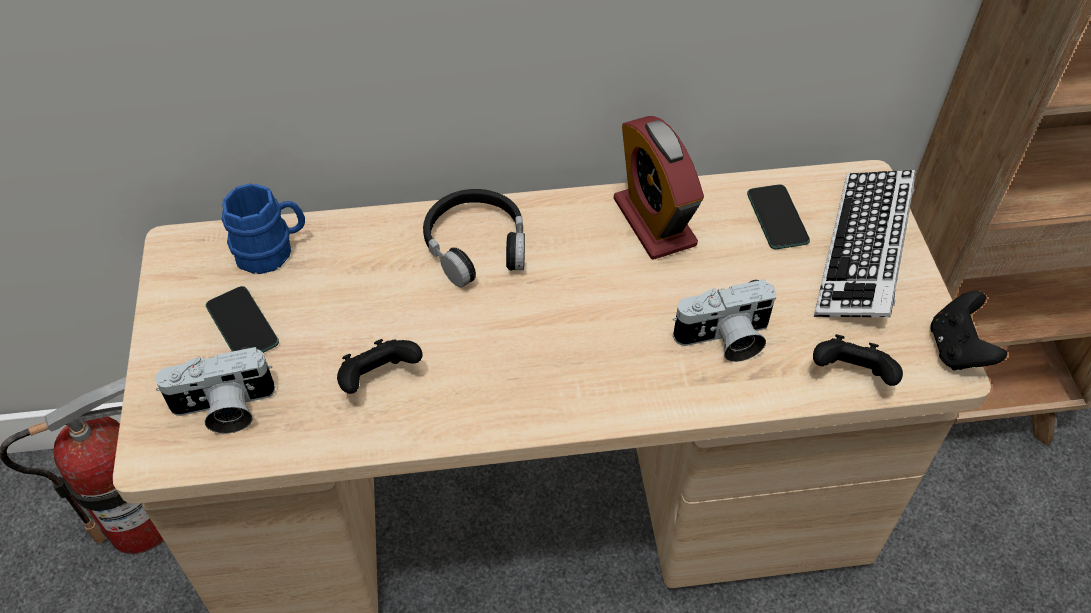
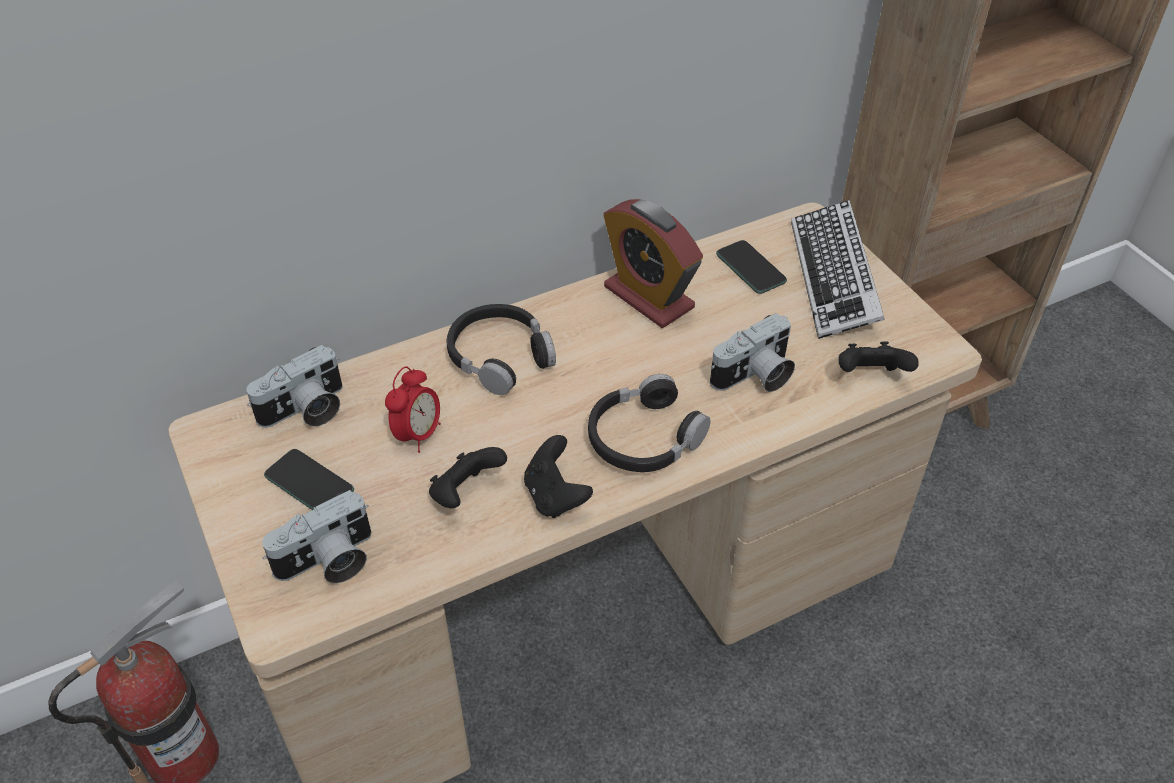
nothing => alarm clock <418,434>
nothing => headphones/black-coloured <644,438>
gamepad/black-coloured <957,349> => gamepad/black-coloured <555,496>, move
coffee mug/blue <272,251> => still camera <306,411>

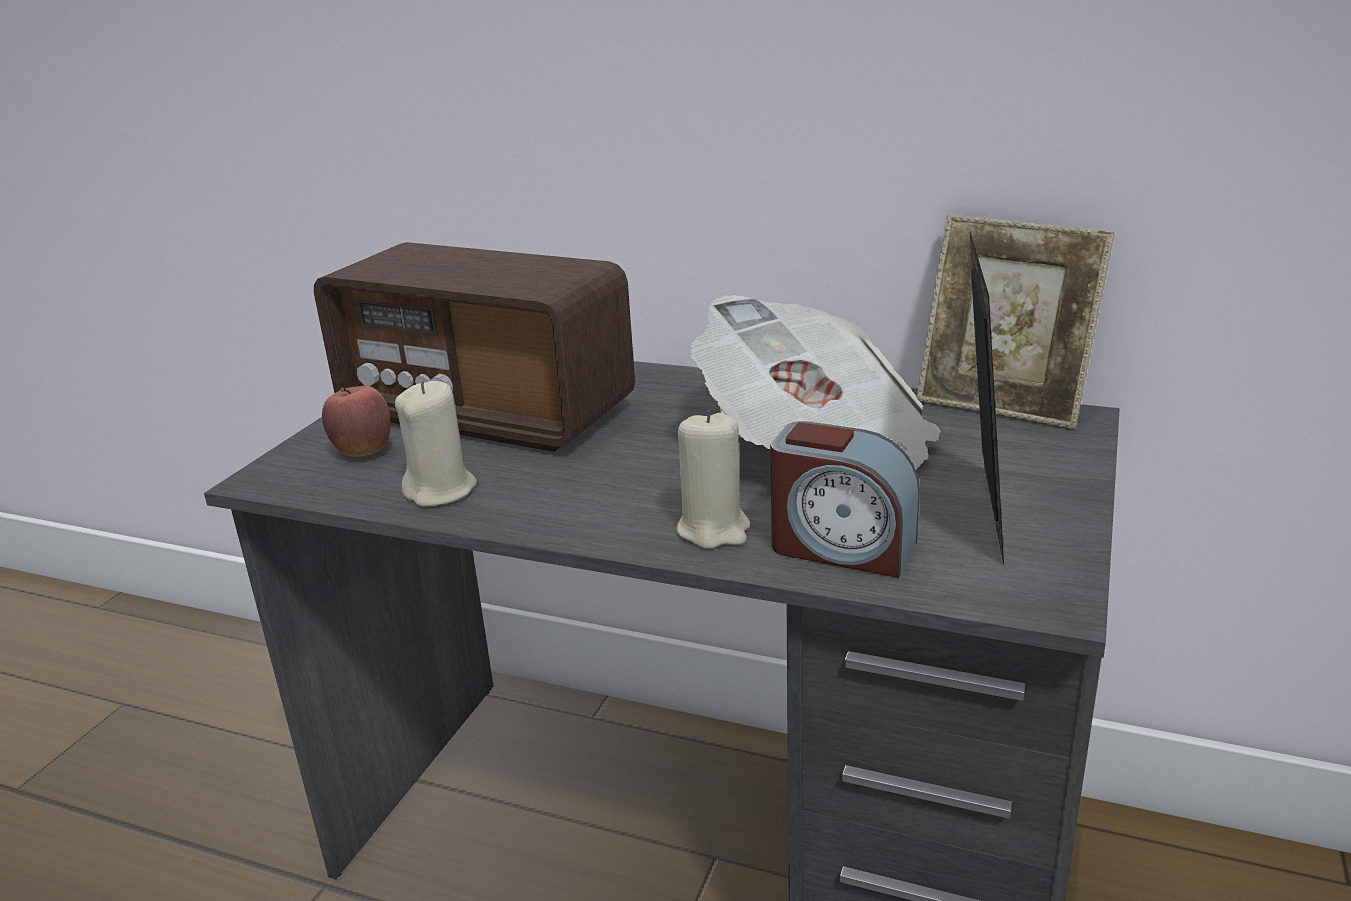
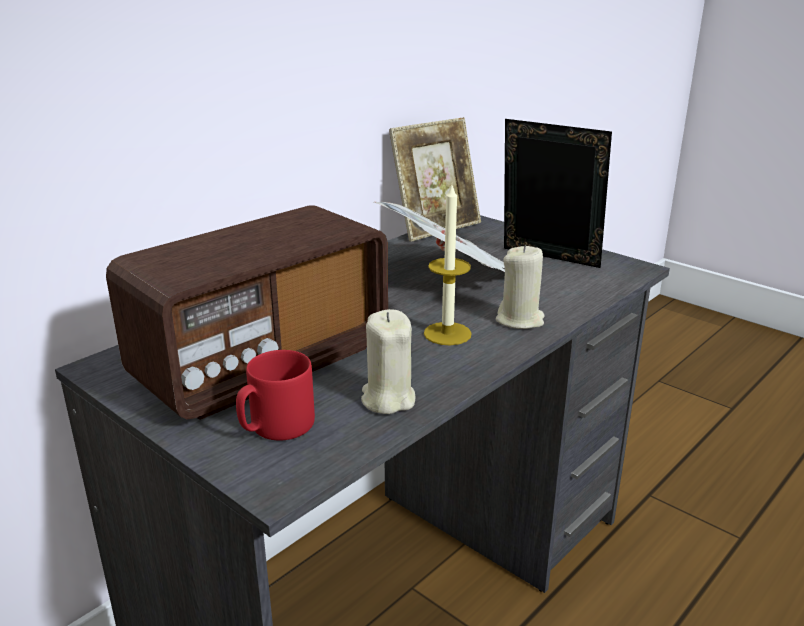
alarm clock <841,547> => nothing
nothing => wax candle <447,333>
whole apple <364,452> => coffee mug/red <276,427>

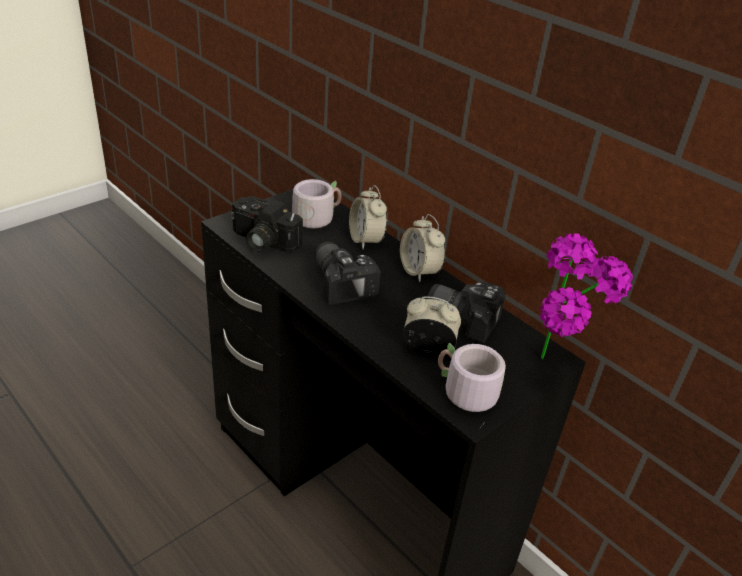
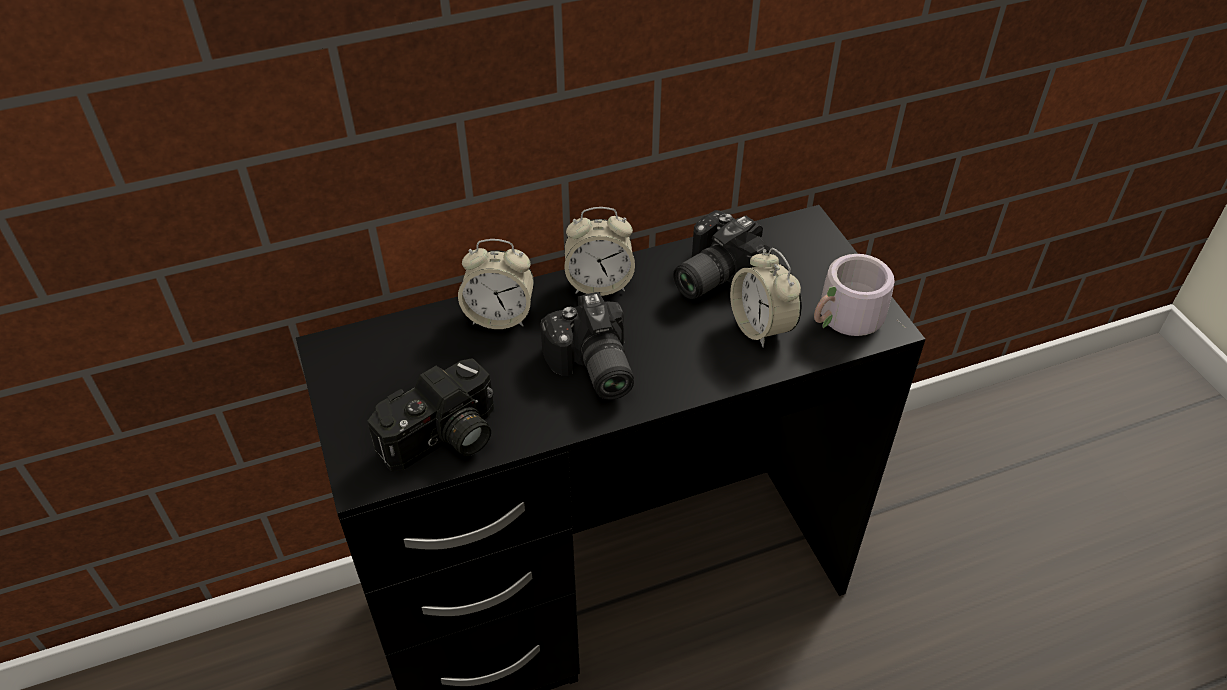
coffee mug/greyish <315,217> => nothing
plant in a pot <557,367> => nothing
still camera <343,281> => still camera <591,369>, 105 degrees counterclockwise
alarm clock <428,349> => alarm clock <761,327>, 60 degrees counterclockwise

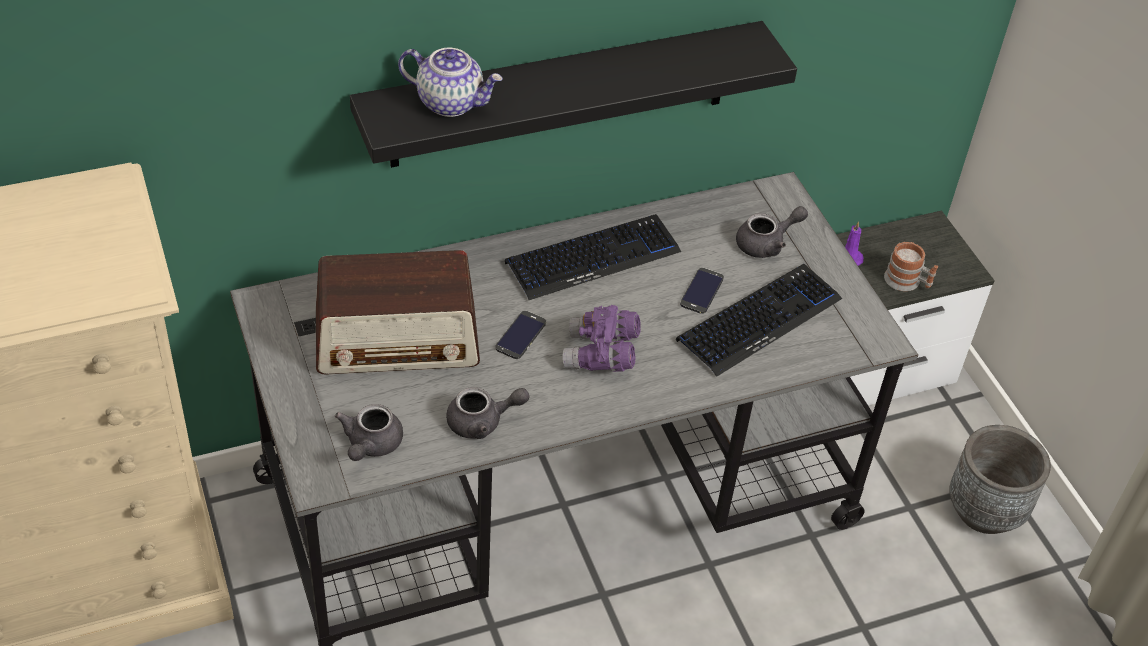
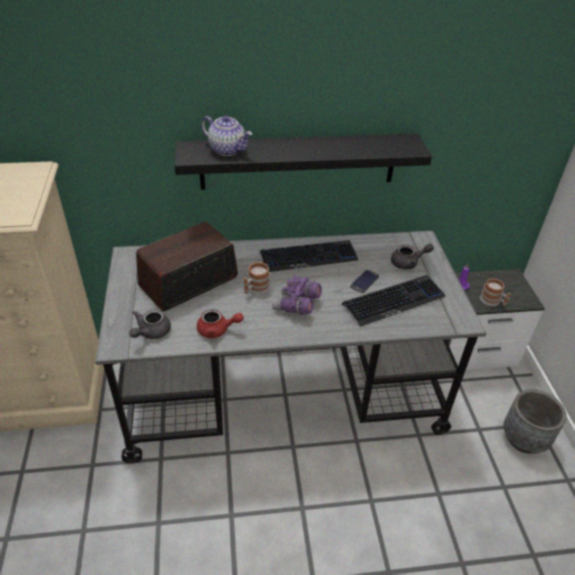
handset <521,335> => coffee mug <255,289>
tea pot/greyish <482,422> => tea pot/red <217,330>
radio receiver <398,340> => radio receiver <188,282>, 135 degrees clockwise

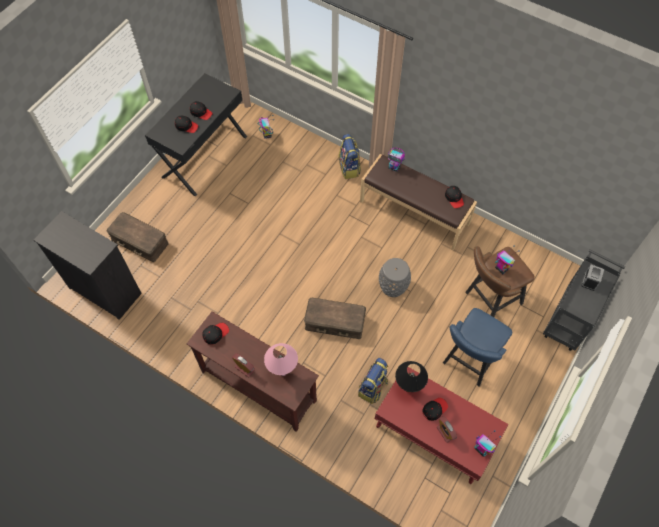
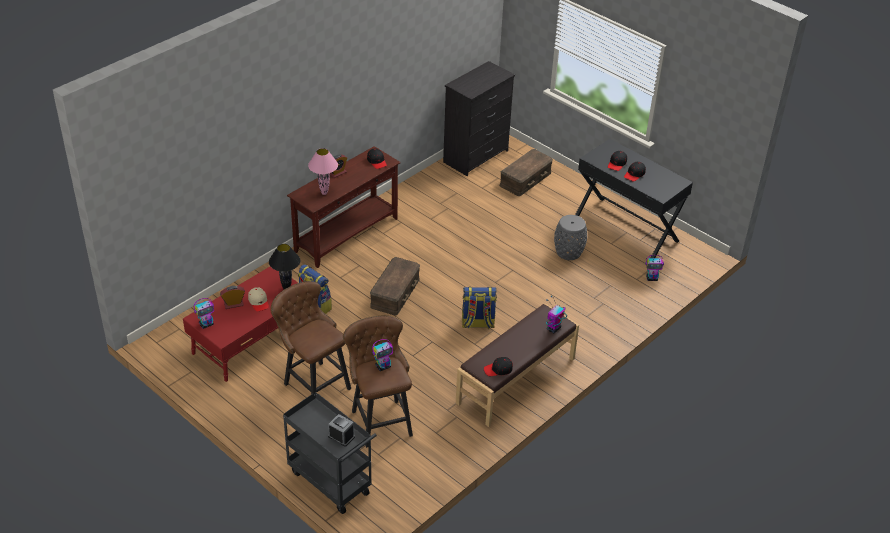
rucksack <349,168> => rucksack <477,323>, move
stool seat/greyish <393,287> => stool seat/greyish <568,252>, move
peaked cap/black-coloured <434,409> => peaked cap/beige-coloured <259,302>
stool seat/blue <468,363> => stool seat/brown <312,382>

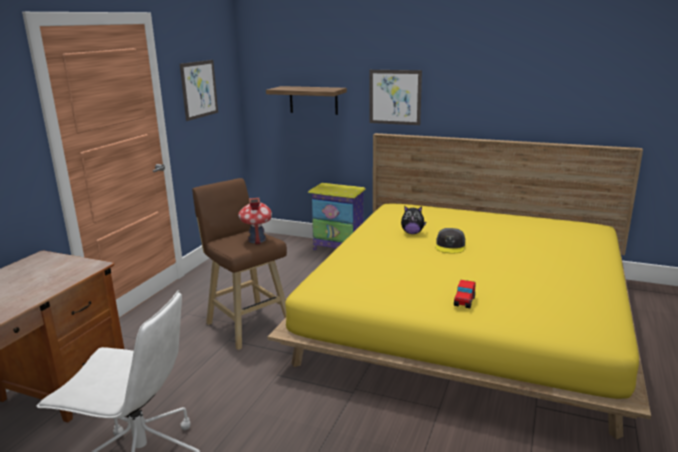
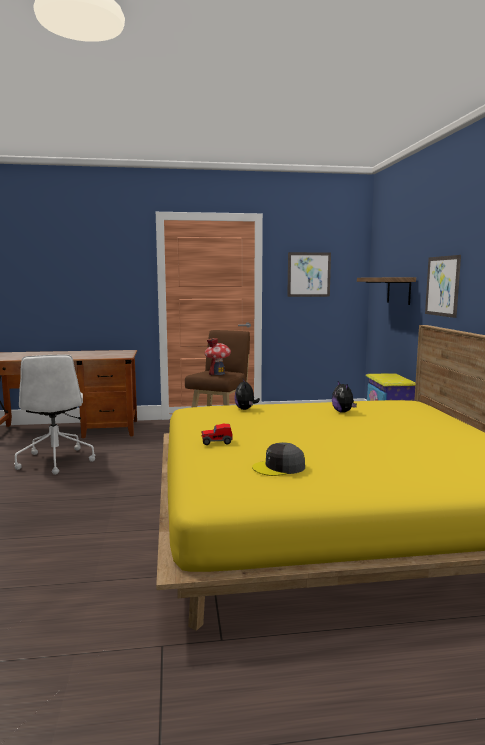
nothing => soft toy <245,409>
peaked cap/greyish <450,246> => peaked cap/greyish <279,467>, move

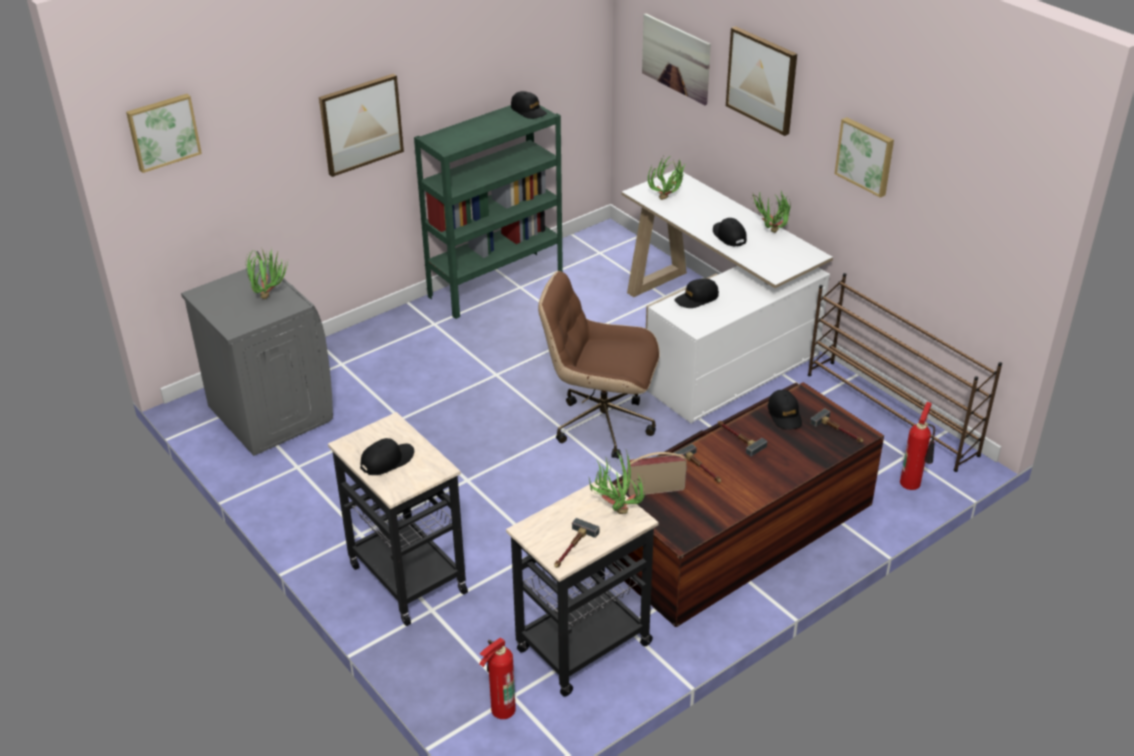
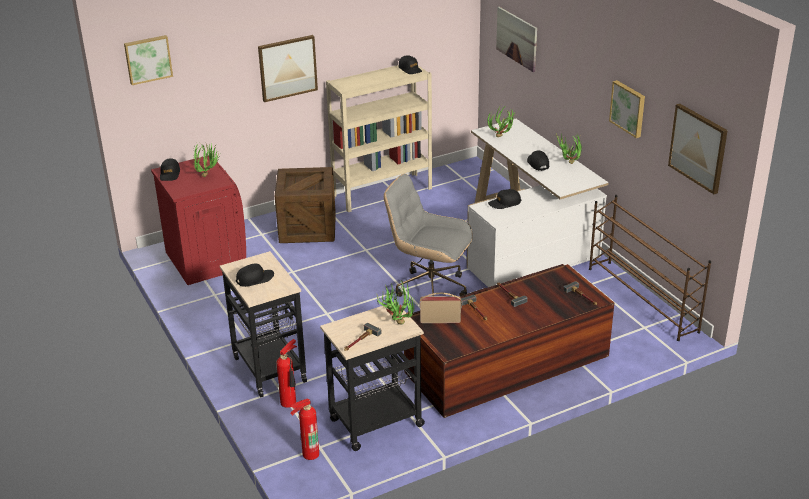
nothing => crate <307,228>
wall art <762,80> => wall art <698,148>, move
peaked cap/black-coloured <785,415> => peaked cap/black-coloured <170,174>, move
fire-fighting cylinder <912,483> => fire-fighting cylinder <290,402>, move
washing machine/greyish <270,414> => washing machine/red <206,261>
bookshelf/green <496,284> => bookshelf/beige-coloured <382,192>
office chair/brown <600,425> => office chair/greyish <429,288>

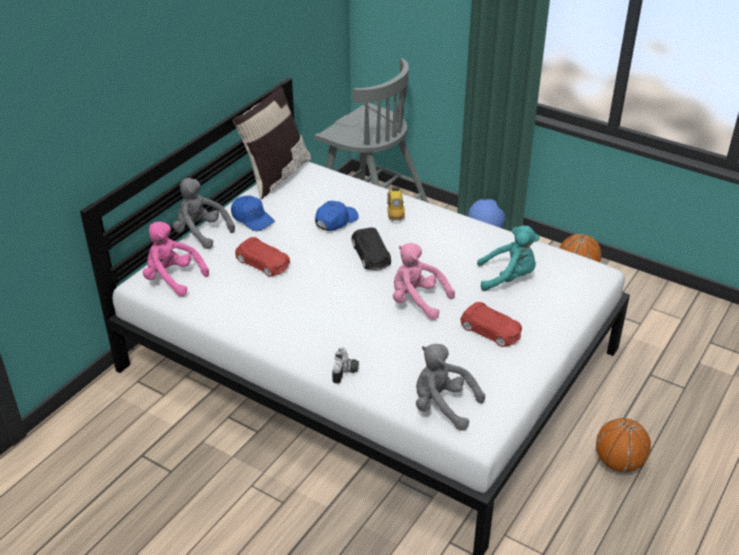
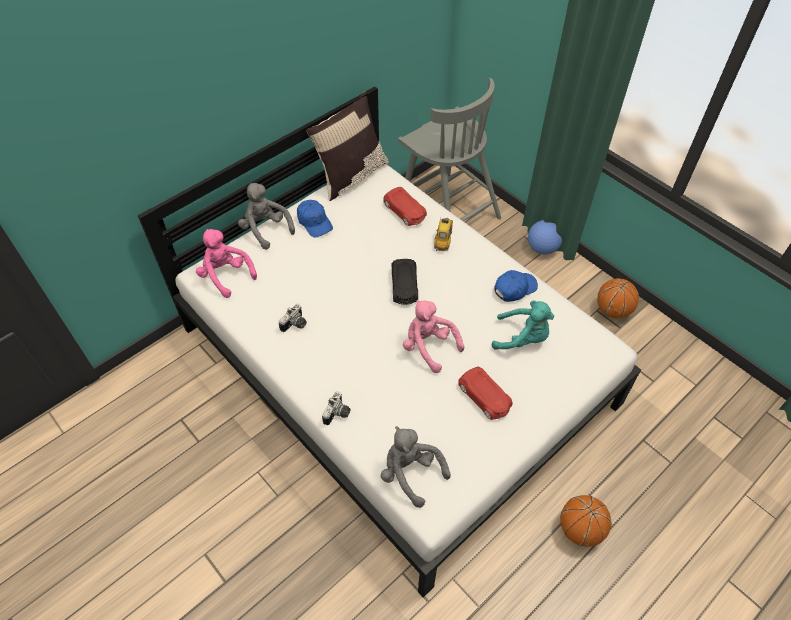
nothing => still camera <295,325>
miniature car/red <263,263> => miniature car/red <405,211>, move
peaked cap/blue <336,221> => peaked cap/blue <514,288>, move

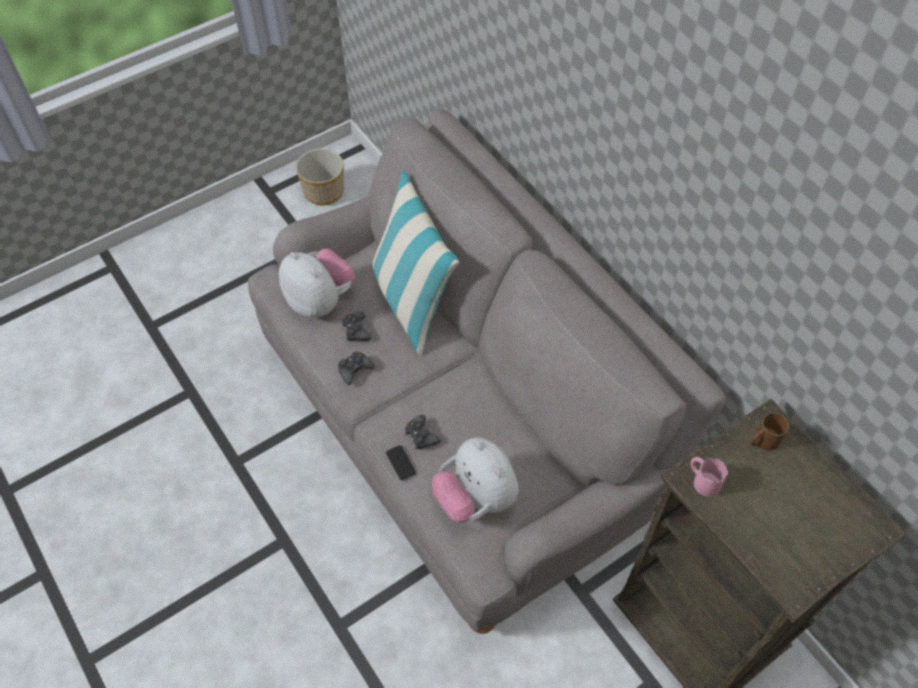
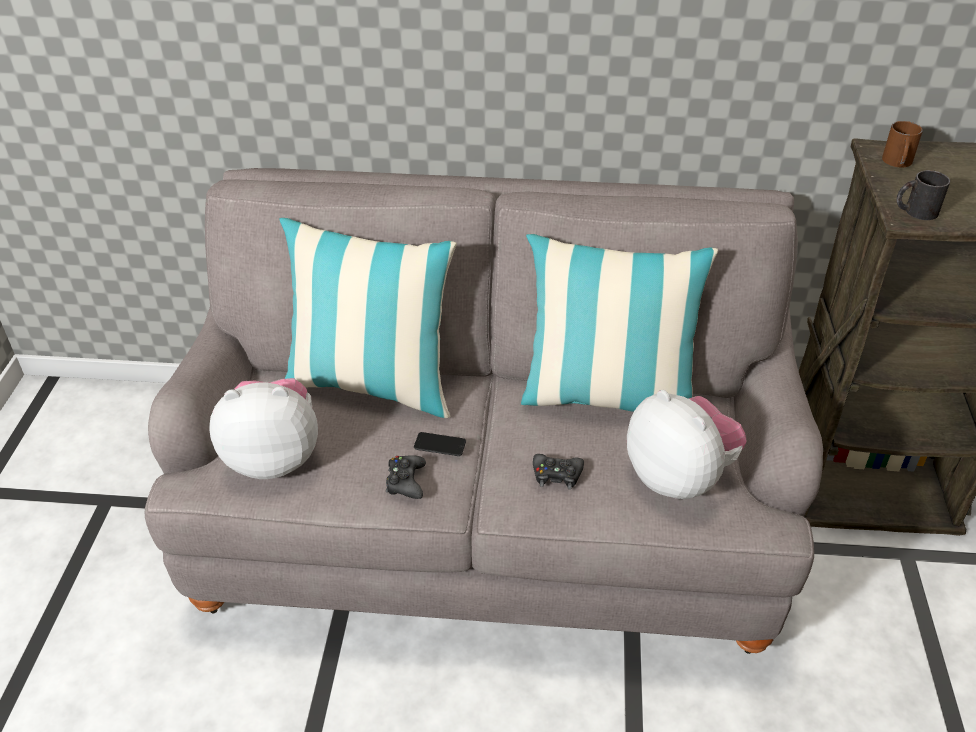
planter <324,191> => nothing
gamepad/black-coloured <356,330> => nothing
nothing => throw pillow <608,398>
handset <400,463> => handset <440,445>, move
coffee mug/pink-coloured <702,480> => coffee mug/black-coloured <915,211>
soft toy <475,498> => soft toy <679,477>, 135 degrees counterclockwise

